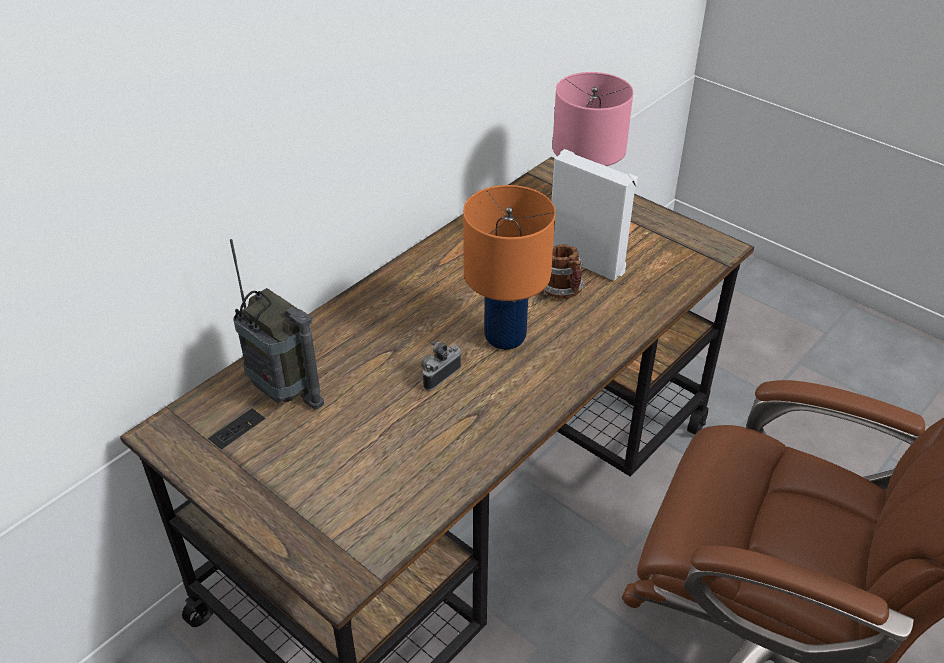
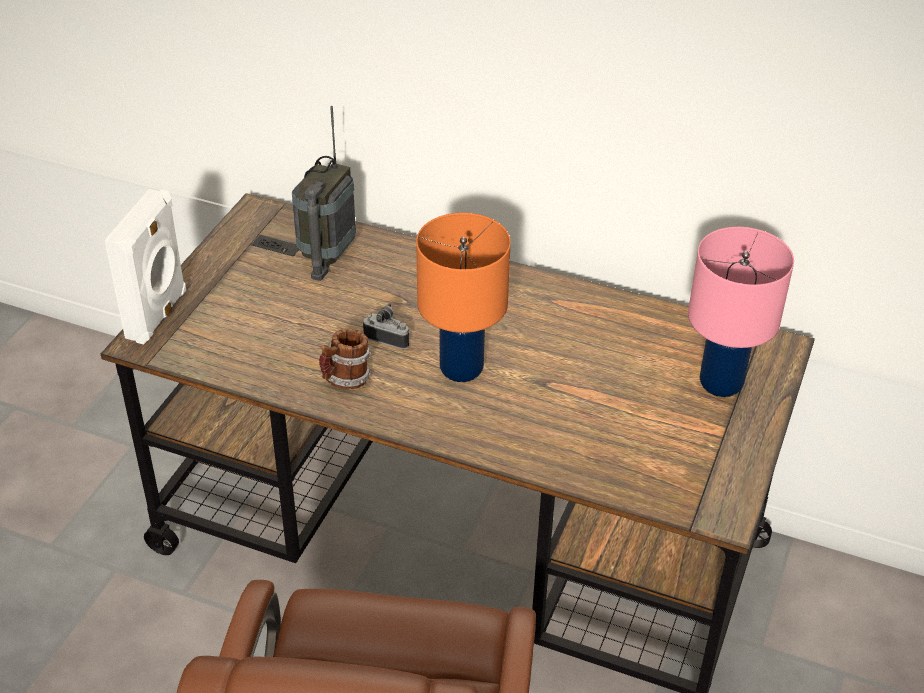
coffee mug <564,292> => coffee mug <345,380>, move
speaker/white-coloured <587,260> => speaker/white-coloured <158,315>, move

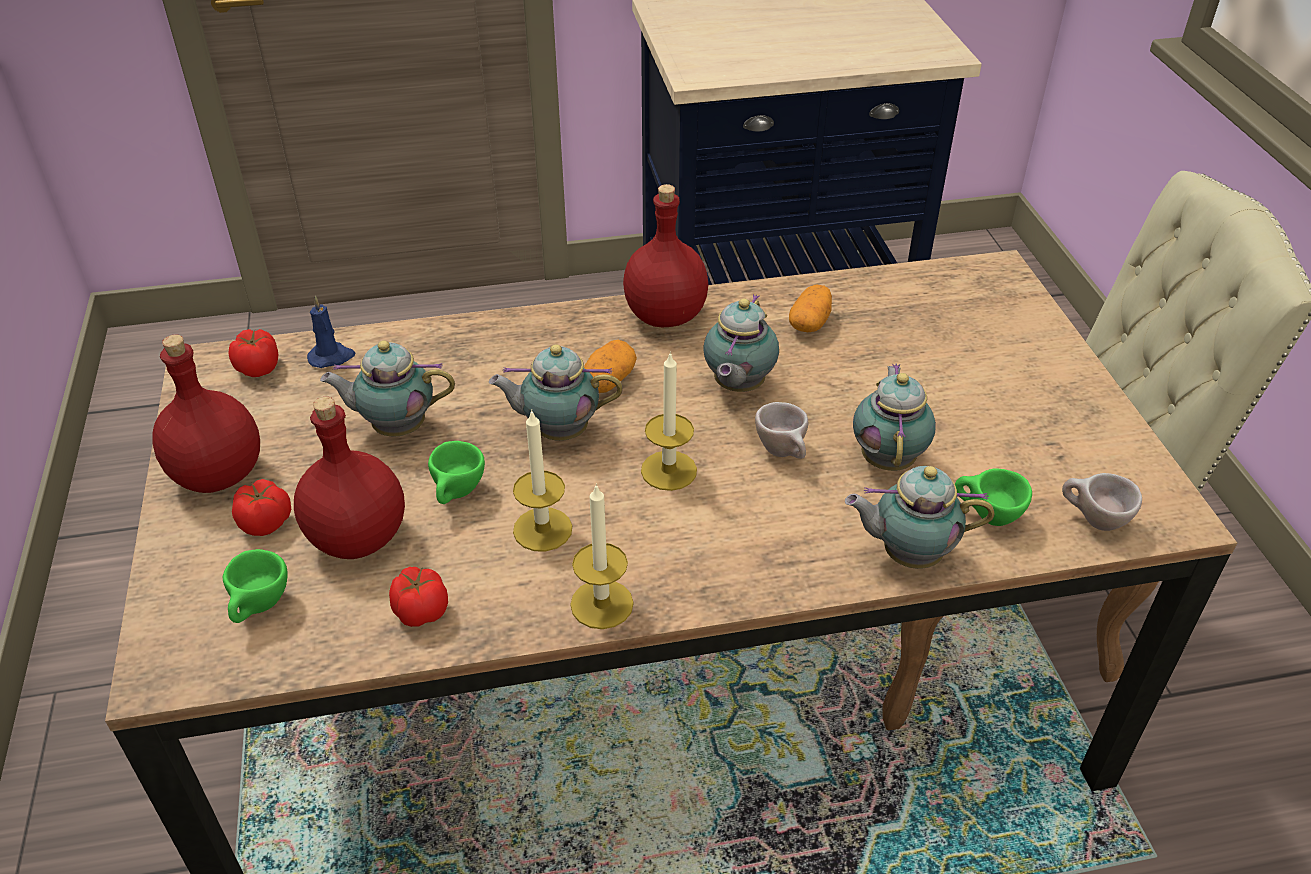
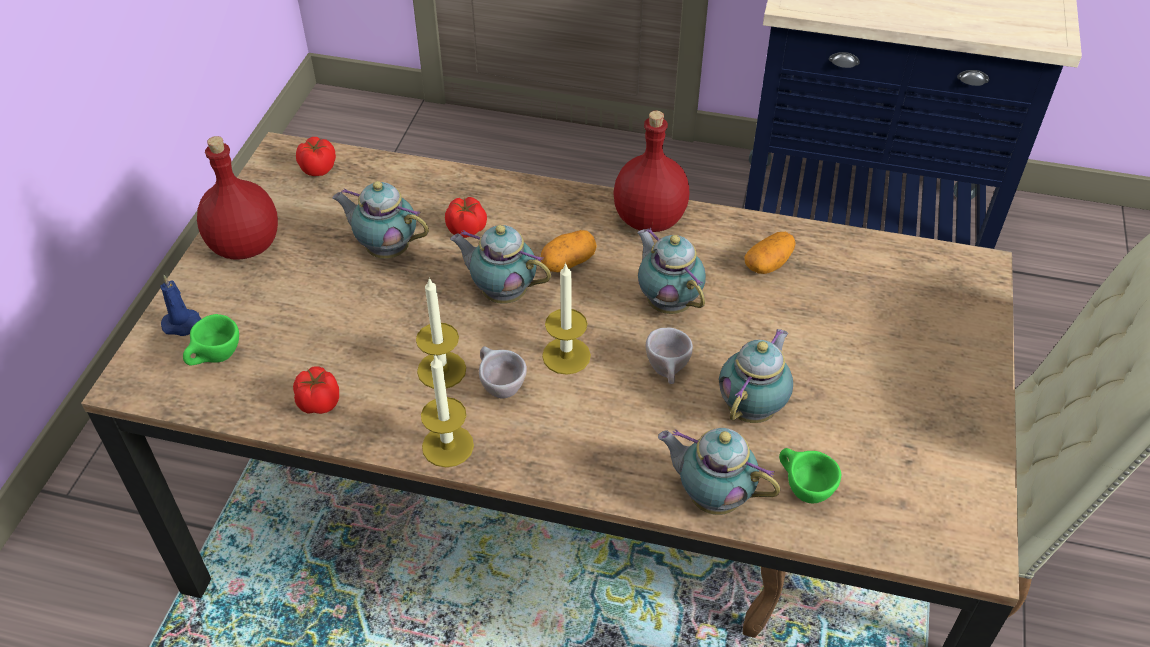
beverage bottle/red <356,538> => nothing
small cup/green <457,495> => nothing
tomato <267,522> => tomato <467,229>, move
wax candle/blue <332,357> => wax candle/blue <184,324>, move
small cup/beige-coloured <1092,521> => small cup/beige-coloured <499,387>, move
tea pot <737,387> => tea pot <667,302>, 105 degrees clockwise

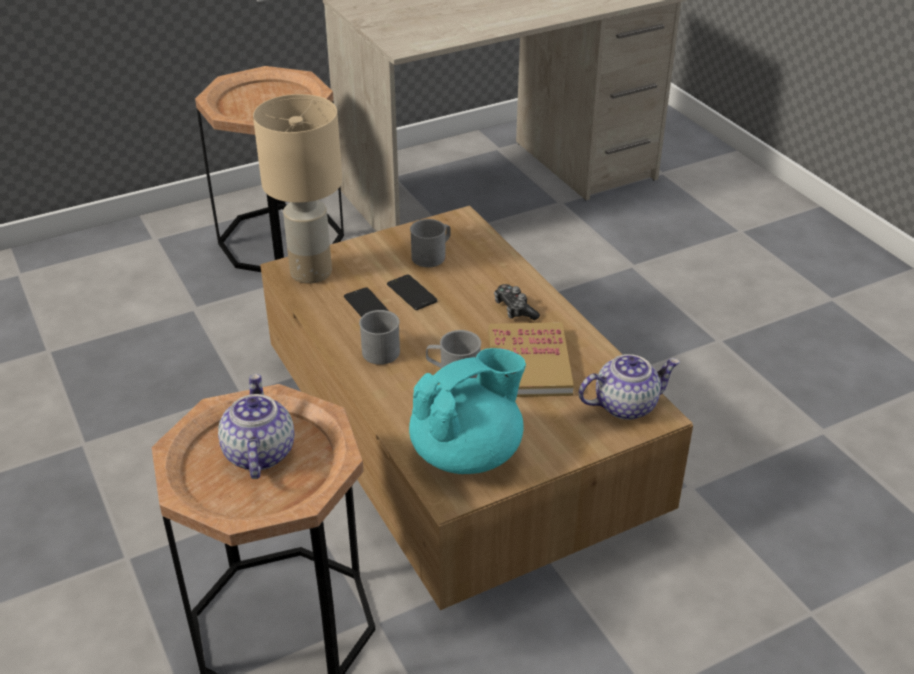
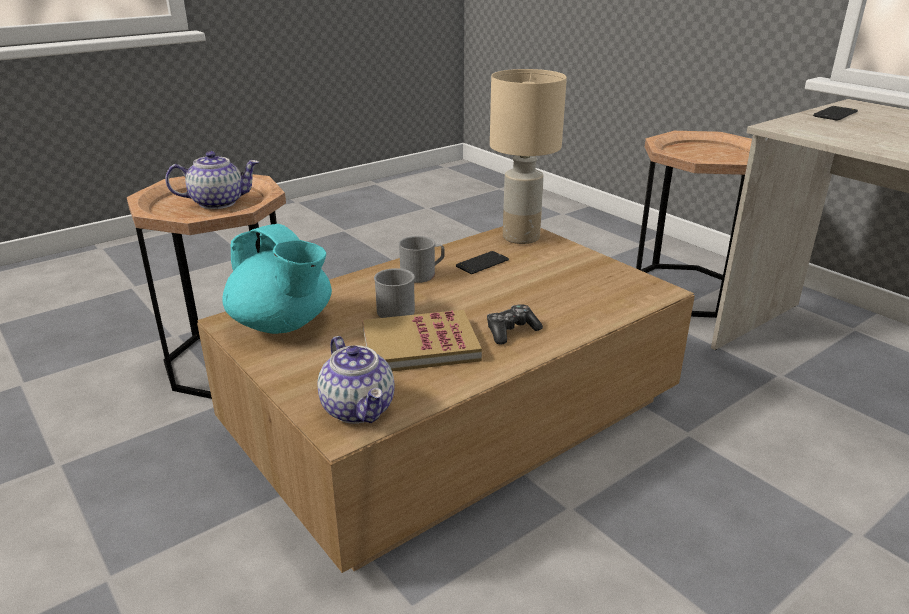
coffee mug/greyish <432,255> => nothing
handset <412,293> => handset <835,114>, move

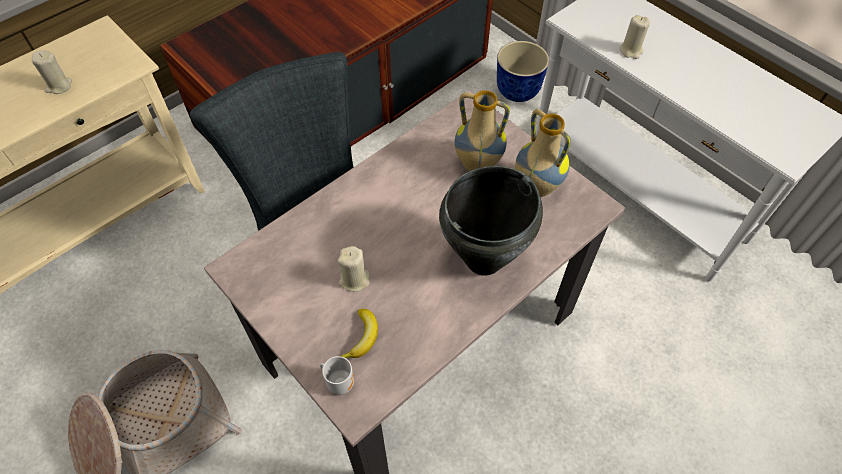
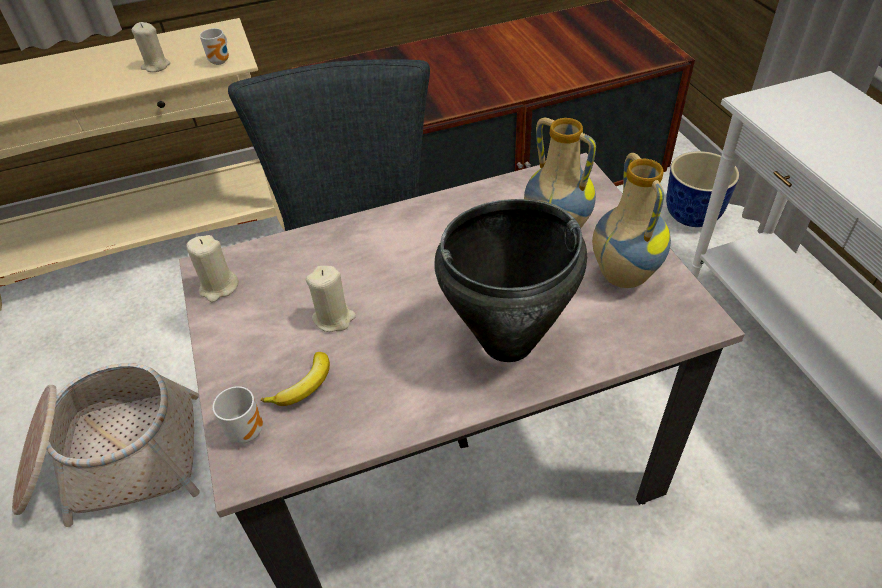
nothing => coffee mug <221,61>
wax candle/beige-coloured <631,50> => wax candle/beige-coloured <218,287>, move

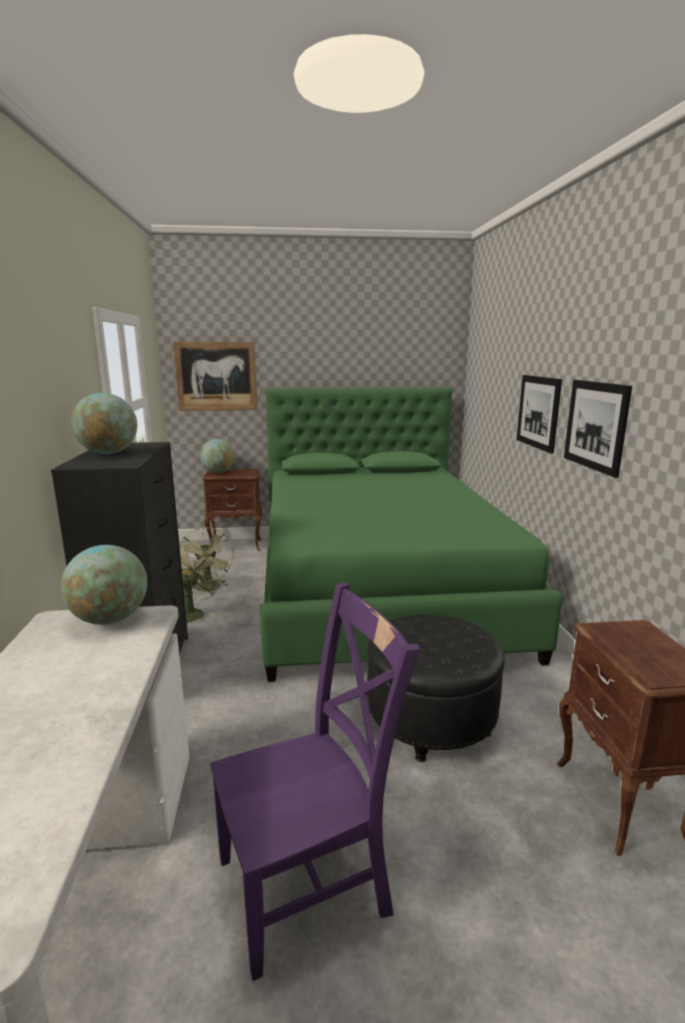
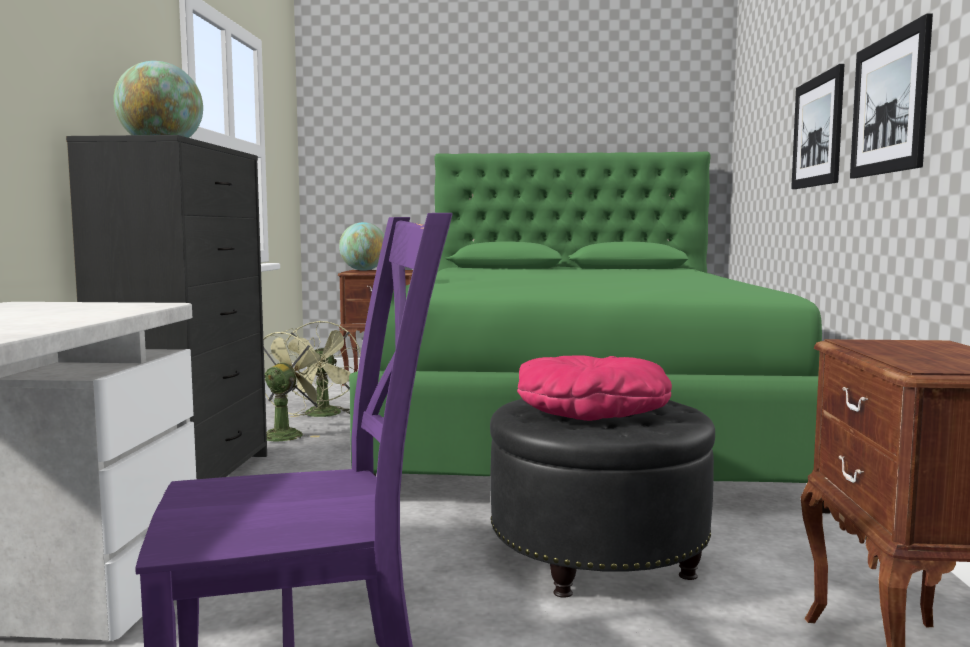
world globe <109,619> => nothing
wall art <216,376> => nothing
nothing => throw pillow/pink-coloured <591,409>

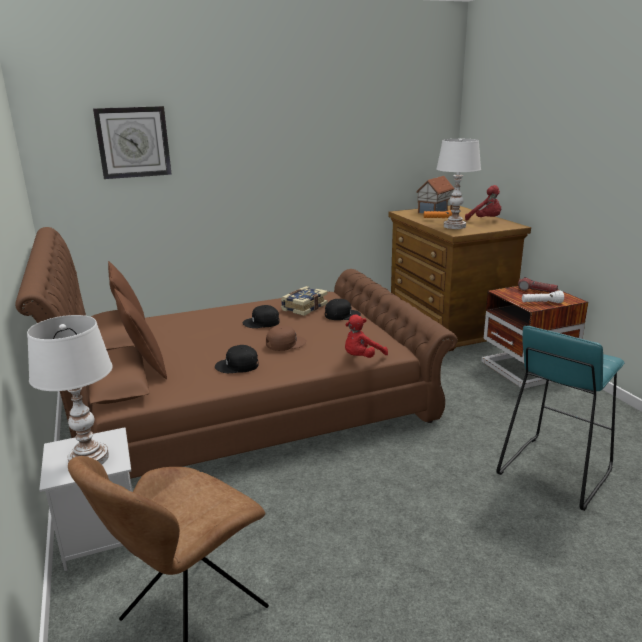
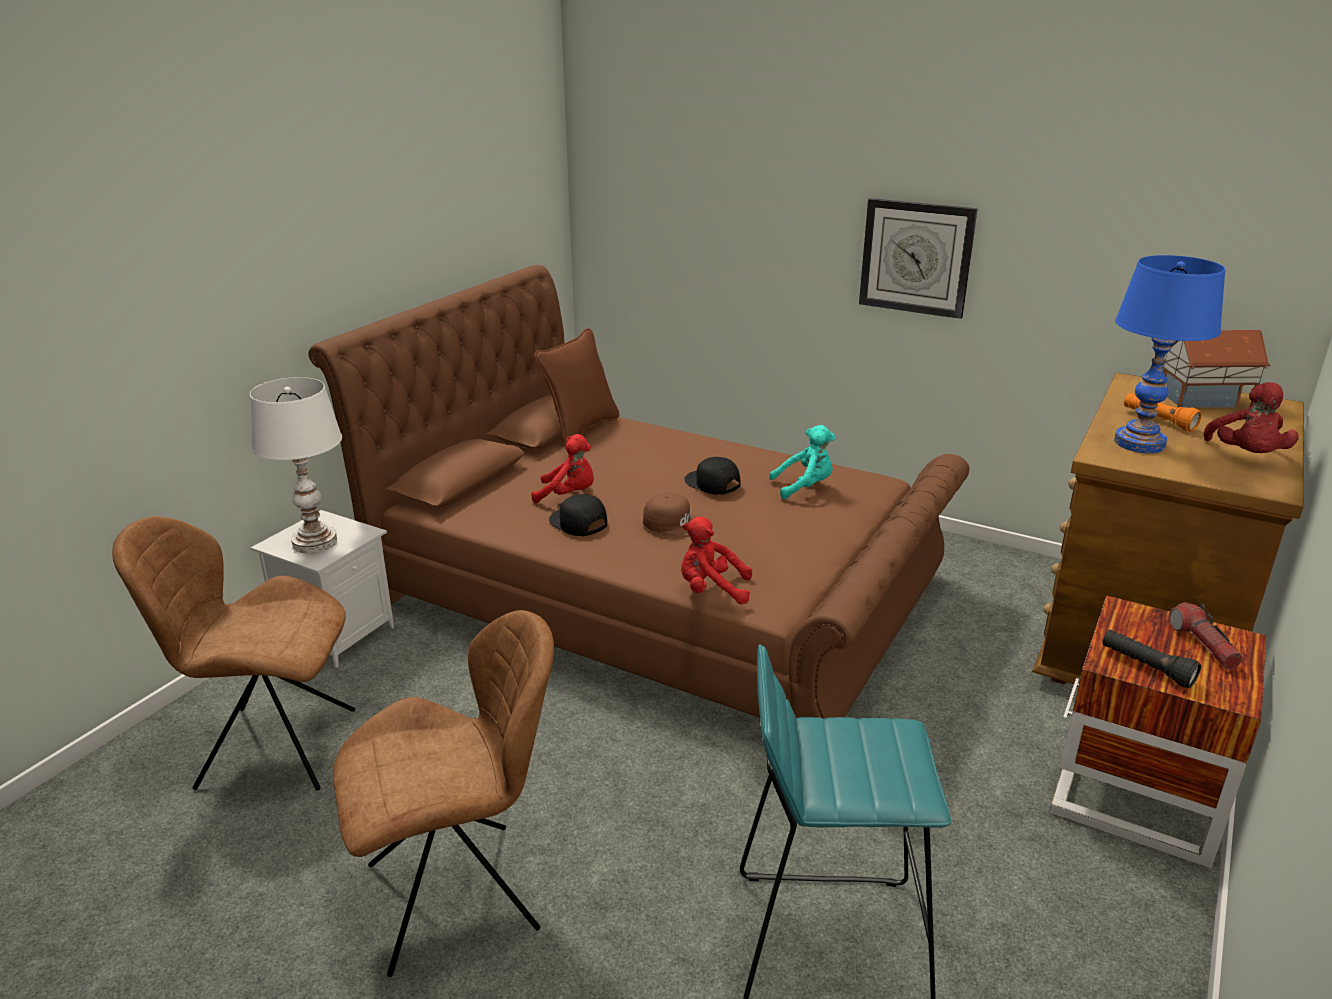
throw pillow/brown <145,368> => nothing
peaked cap/black-coloured <341,315> => nothing
nothing => plain chair/brown <459,894>
nothing => soft toy/red <568,495>
wall clock <133,142> => wall clock <916,257>, move
volume <303,307> => soft toy/turquoise <804,487>
table lamp/white-coloured <454,226> => table lamp/blue <1139,443>
hand torch/white-coloured <541,303> => hand torch/black-coloured <1146,667>

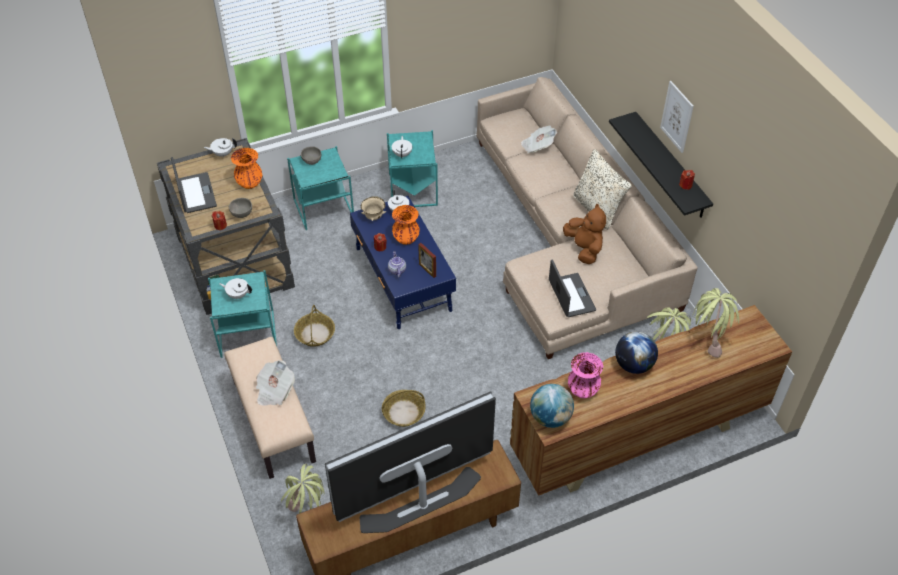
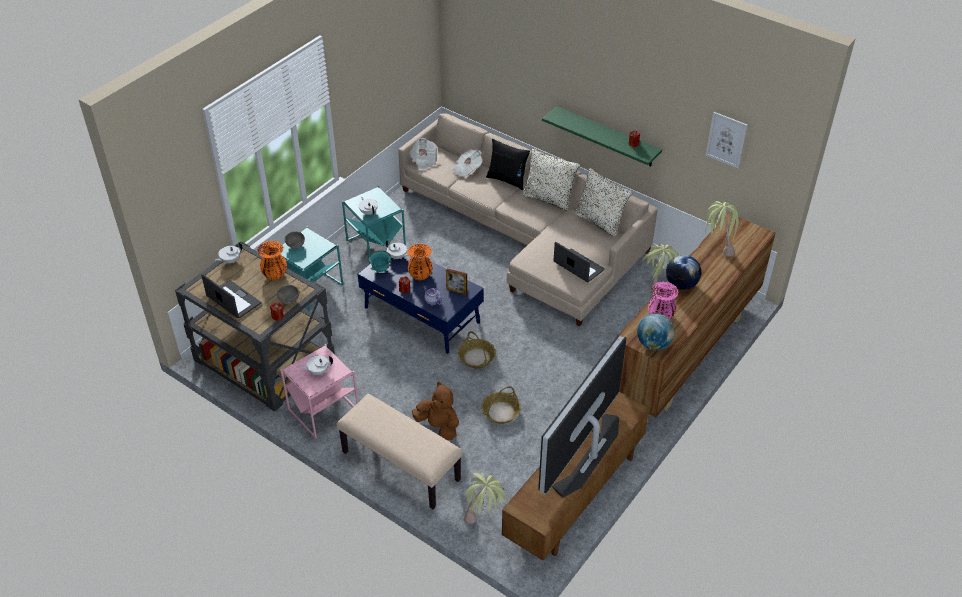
nothing => throw pillow/black-coloured <507,180>
nothing => throw pillow/beige-coloured <600,223>
daily paper <274,391> => daily paper <424,161>, move
basket <315,334> => basket <476,357>, move
soft toy/brown <584,248> => soft toy/brown <438,426>, move
wall art <677,116> => wall art <726,140>, move
accent table/turquoise <246,333> => accent table/pink-coloured <322,410>
deep dish/beige-coloured <374,217> => deep dish/turquoise <381,269>
shelf/black-coloured <670,166> => shelf/green <607,137>

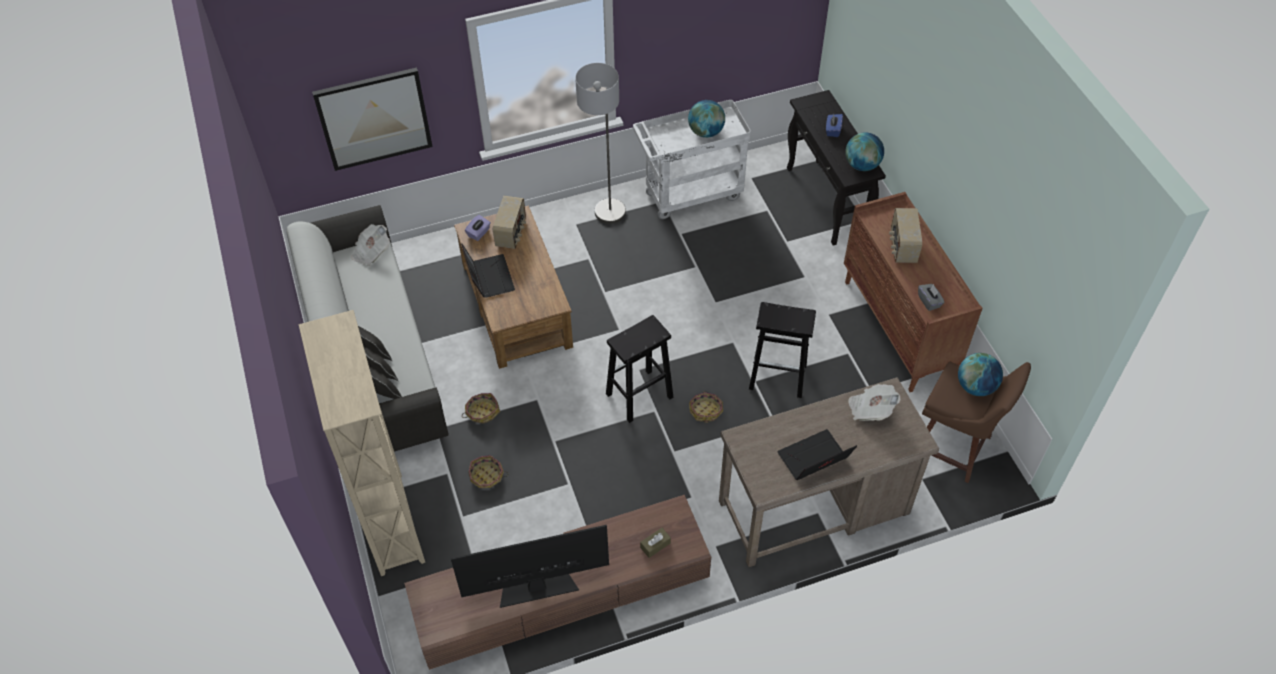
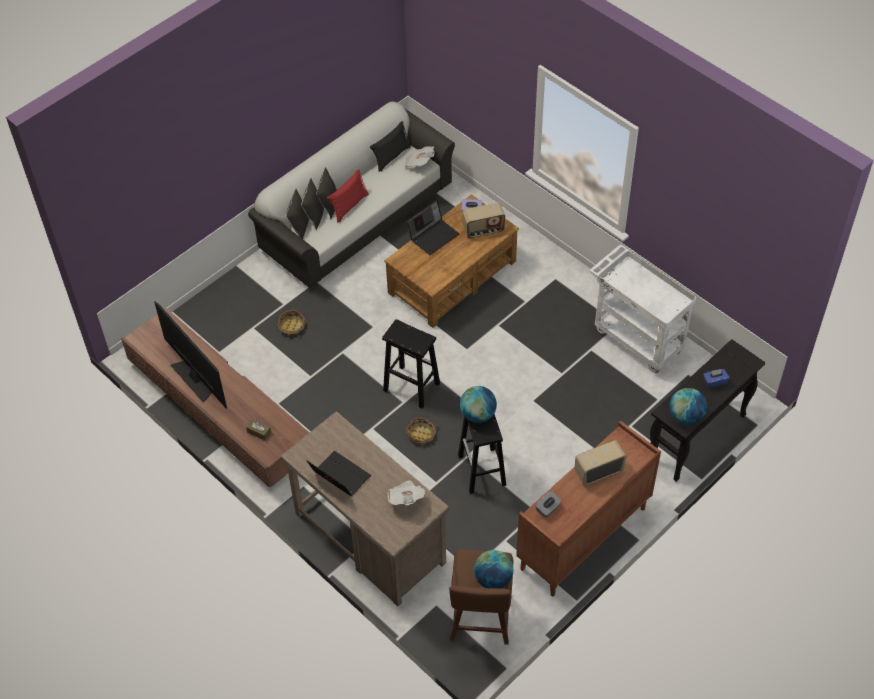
bookshelf/beige-coloured <392,522> => nothing
wall art <374,118> => nothing
basket <482,412> => nothing
standard lamp/greyish <605,218> => nothing
nothing => throw pillow/red <349,206>
nothing => throw pillow/black-coloured <391,157>
world globe <706,132> => world globe <478,414>, move

